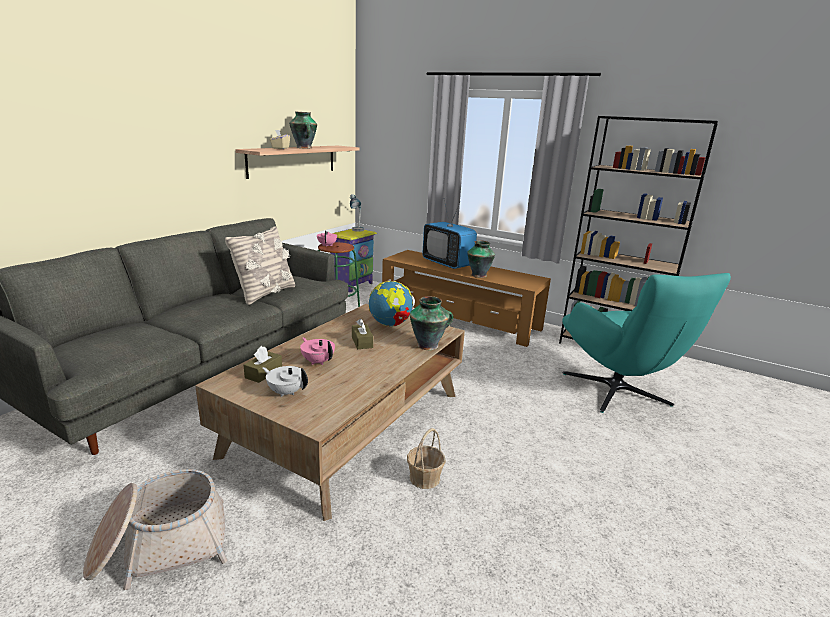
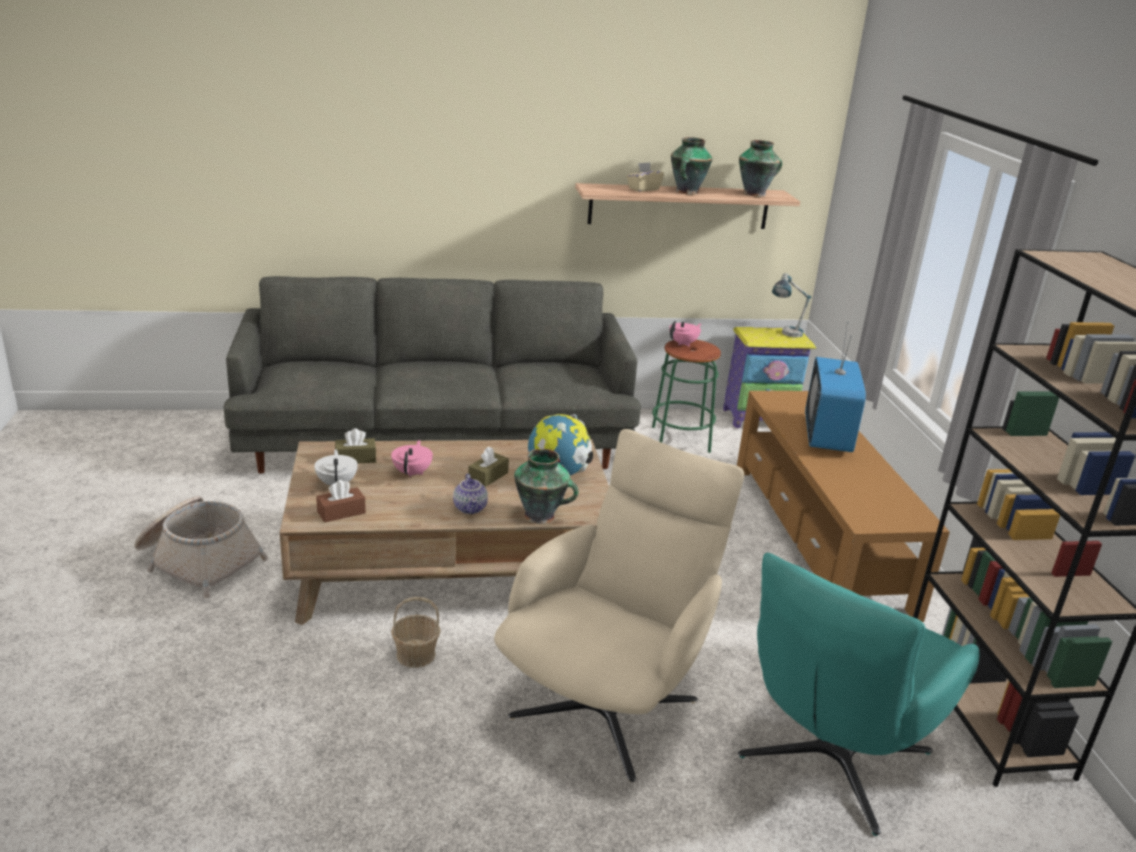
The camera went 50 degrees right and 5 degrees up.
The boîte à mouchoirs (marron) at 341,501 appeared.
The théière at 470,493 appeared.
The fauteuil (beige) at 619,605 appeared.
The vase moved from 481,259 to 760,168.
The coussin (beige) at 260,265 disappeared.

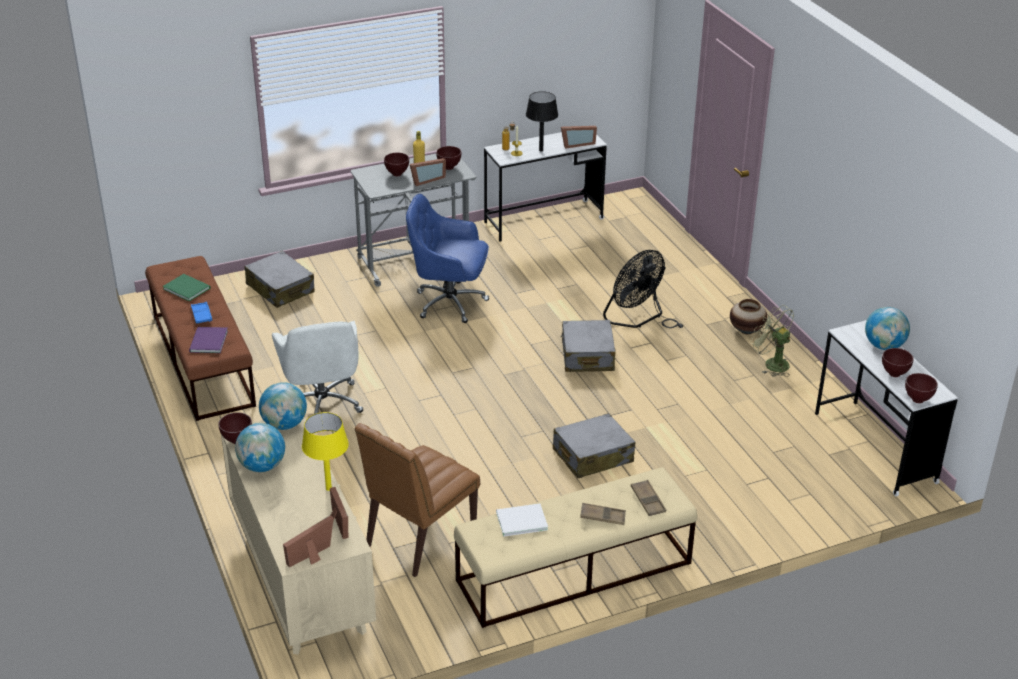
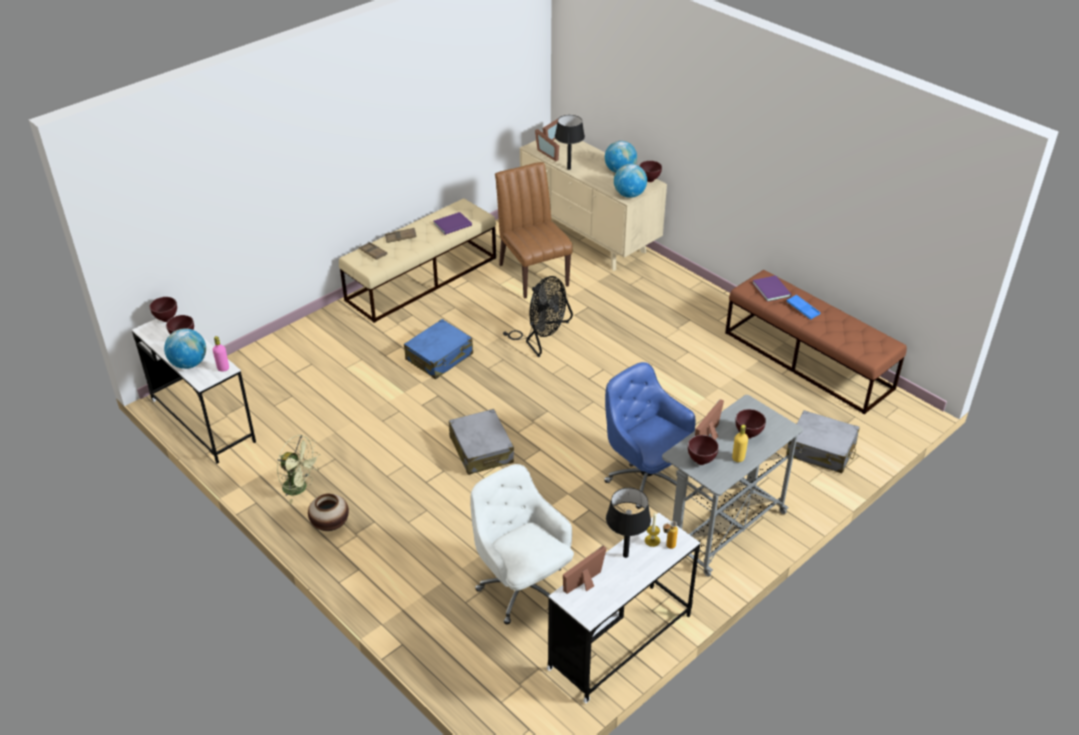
The camera went 160 degrees right and 5 degrees up.
The bouteille (rose) at 221,354 appeared.
The valise (gris) at 594,445 became the valise (bleu) at 438,349.
The livre (blanc) at 522,520 became the livre (violet) at 453,223.
The chaise de bureau (blanc) moved from 317,367 to 522,544.
The chaise (marron) at 417,500 turned 45 degrees counterclockwise.
The ventilateur (noir) moved from 643,289 to 538,316.
The lampe de table (jaune) at 325,451 became the lampe de table (noir) at 570,142.
The chaise de bureau (bleu) at 447,258 turned 120 degrees counterclockwise.
The livre (vert) at 187,287 disappeared.

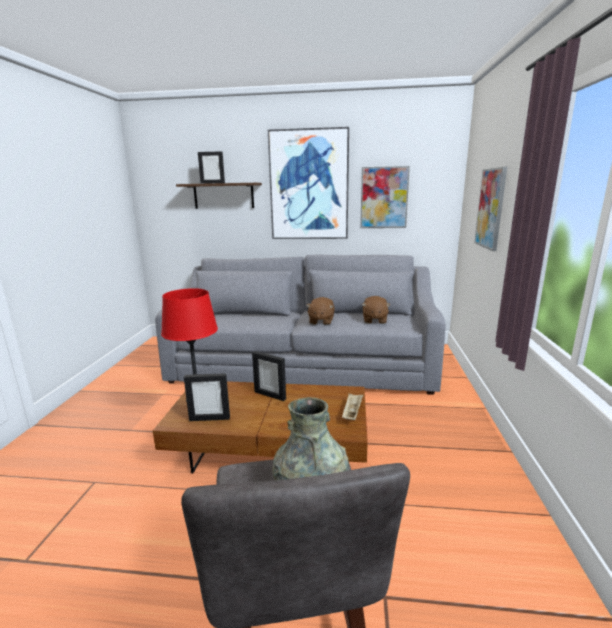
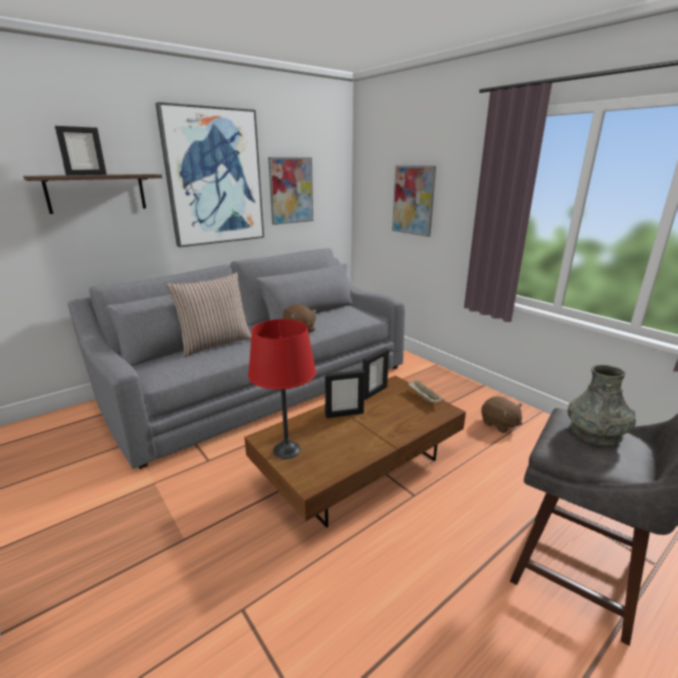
The camera went 45 degrees left and 5 degrees up.
The coussin at 208,315 appeared.
The cadre photo moved from 207,397 to 376,374.
The peluche (marron) moved from 376,310 to 501,414.

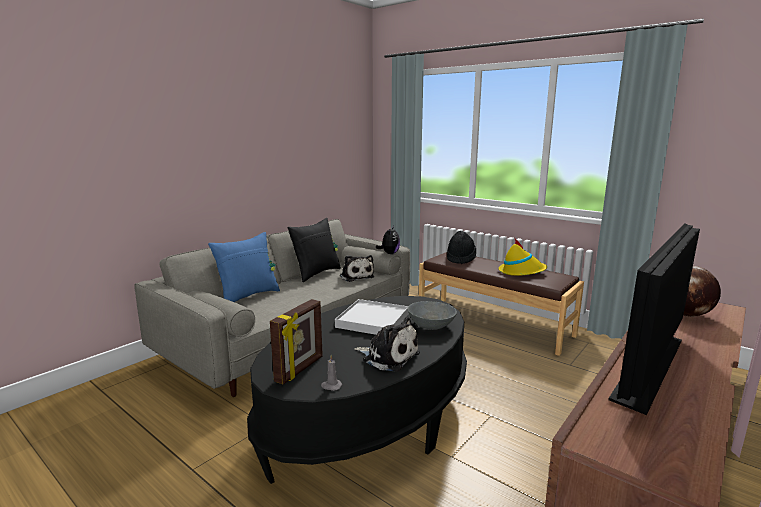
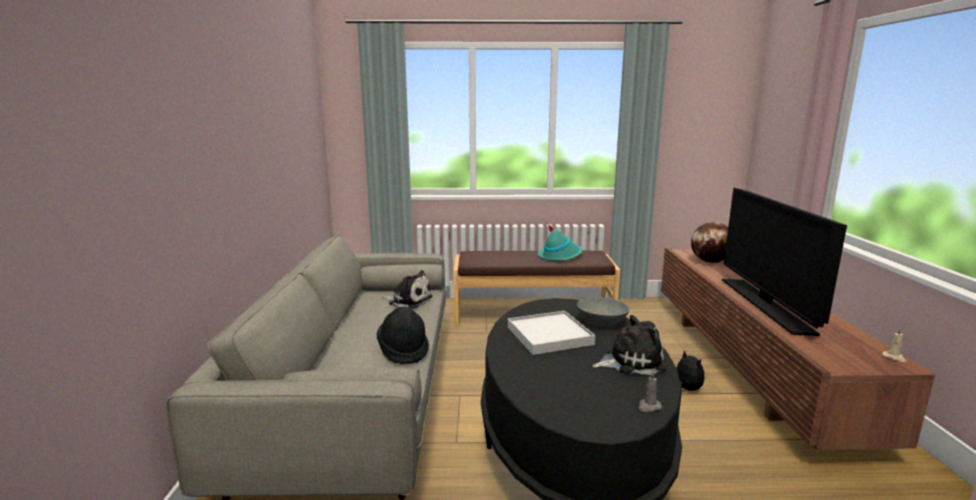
The camera went 40 degrees left and 0 degrees up.
The chapeau (noir) moved from 461,247 to 402,335.
The chapeau (jaune) at 523,257 became the chapeau (turquoise) at 560,242.
The peluche moved from 388,240 to 690,370.
The bougie (beige) at 894,345 appeared.
The coussin (bleu) at 244,267 disappeared.
The cadre photo at 296,341 disappeared.
The coussin (noir) at 314,250 disappeared.

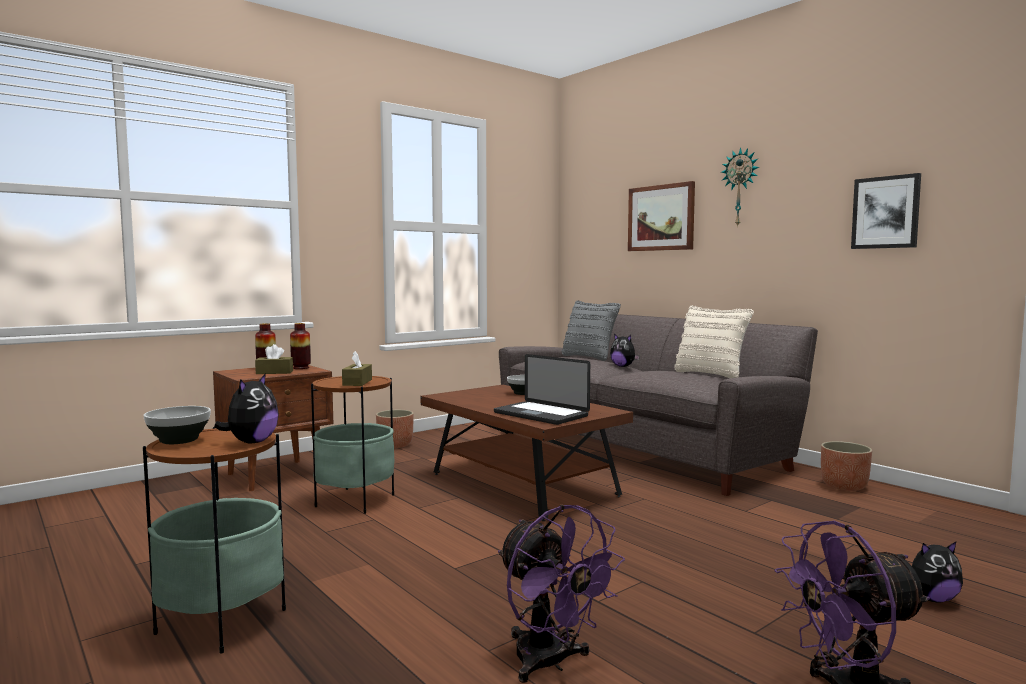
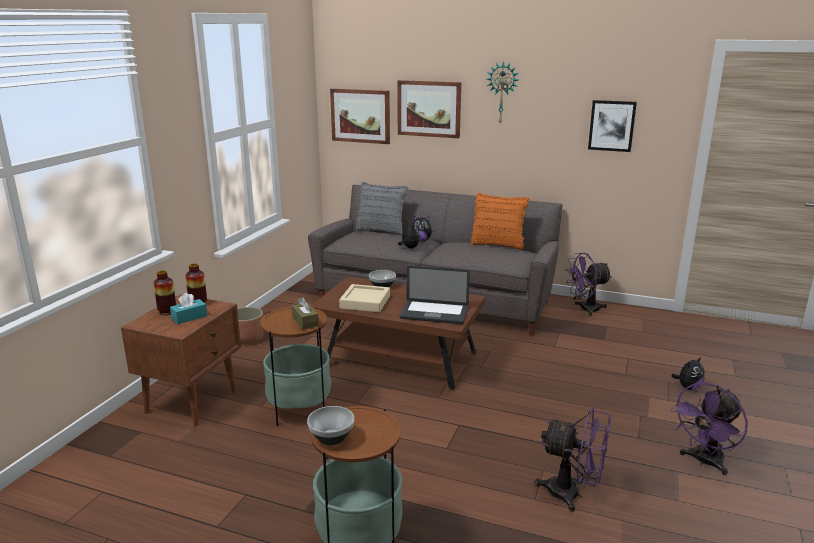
The camera went 30 degrees left and 15 degrees up.
The boîte à mouchoirs (marron) at 274,359 became the boîte à mouchoirs (turquoise) at 188,308.
The tableau at 360,116 appeared.
The plateau (beige) at 364,298 appeared.
The peluche moved from 246,408 to 409,234.
The coussin (beige) at 714,341 became the coussin (orange) at 500,221.
The cache-pot at 846,466 was replaced by the ventilateur (violet) at 588,284.

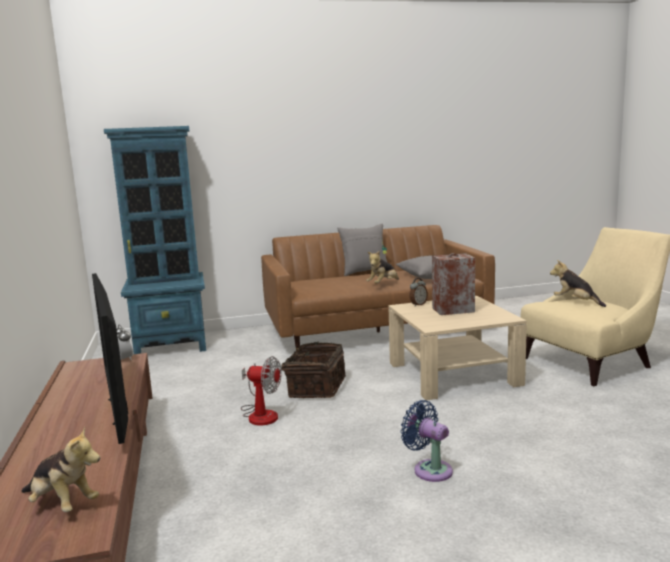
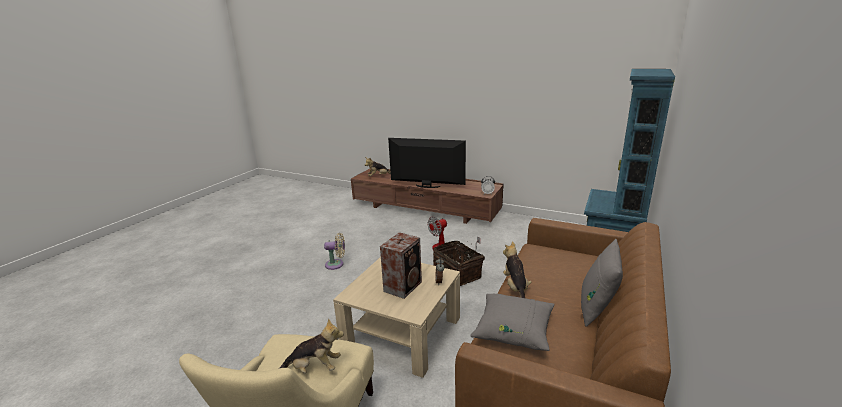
The camera went 130 degrees right and 10 degrees up.
The ventilateur (bleu) at 426,441 became the ventilateur (beige) at 334,251.

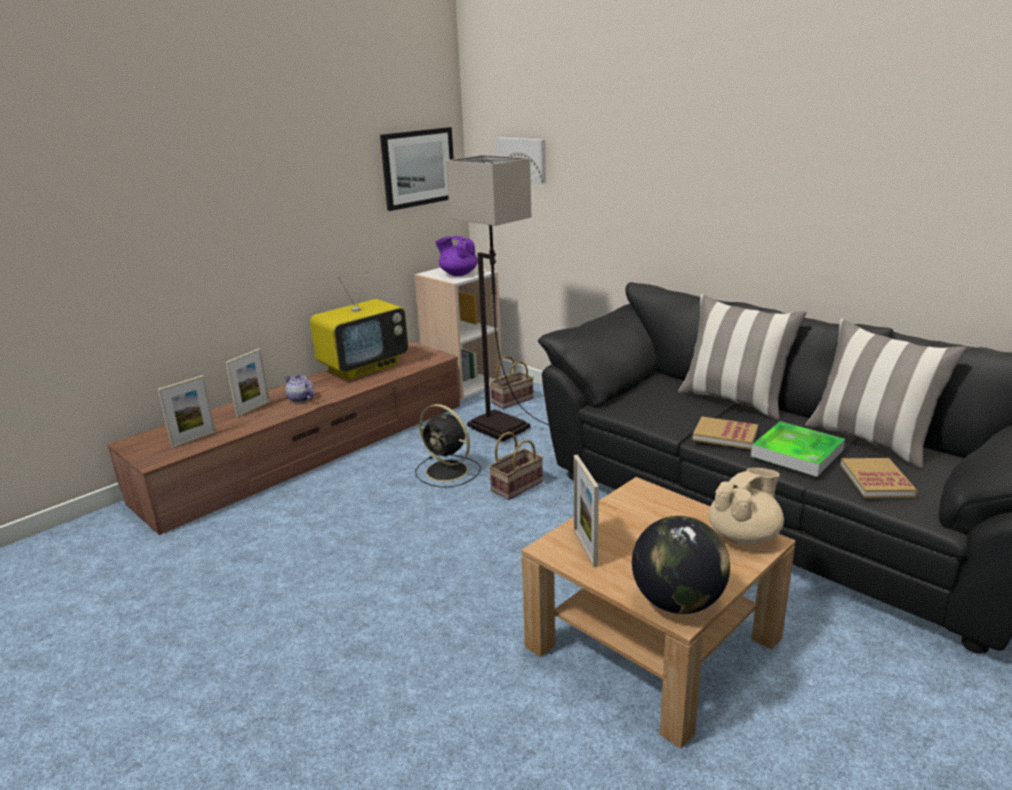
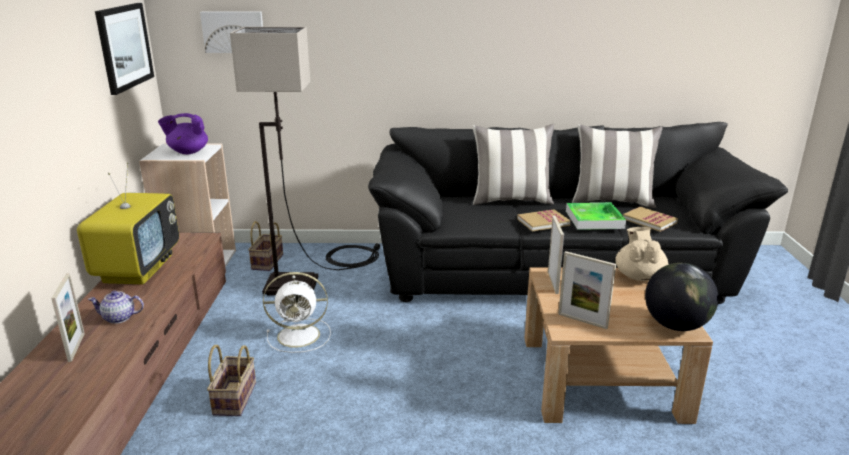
The camera went 45 degrees left and 0 degrees up.
The panier moved from 516,466 to 231,380.
The ventilateur (noir) at 448,446 became the ventilateur (blanc) at 297,312.
The cadre photo moved from 187,411 to 556,255.

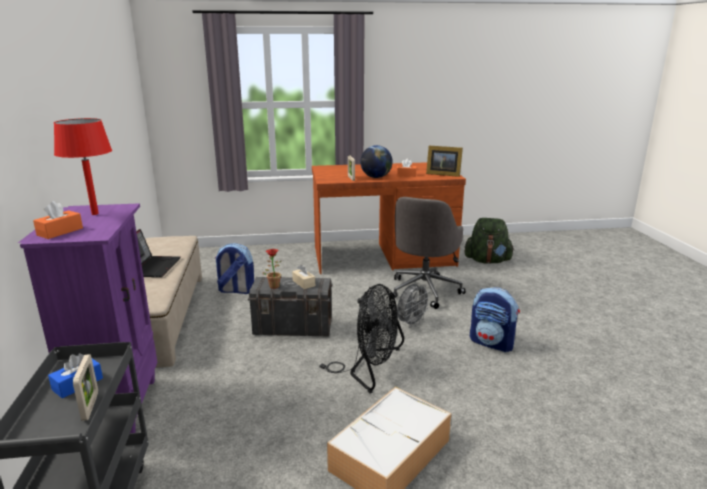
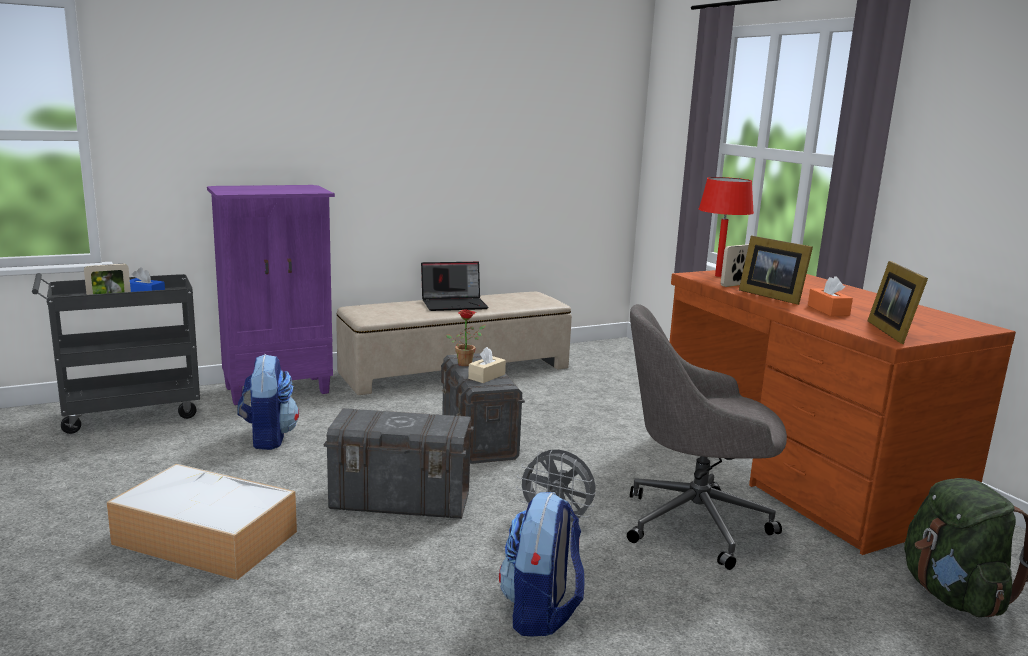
The camera went 70 degrees right and 5 degrees down.
The sac à dos moved from 234,268 to 268,402.
The ventilateur (noir) at 361,339 was replaced by the boîte de rangement (gris) at 399,463.
The lampe de table (rouge) moved from 83,166 to 726,227.
The globe at 376,161 was replaced by the cadre photo at 776,270.
The boîte à mouchoirs (orange) at 58,220 disappeared.

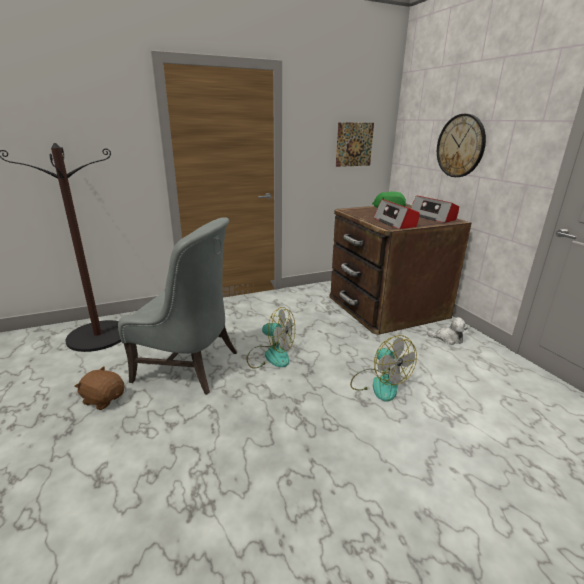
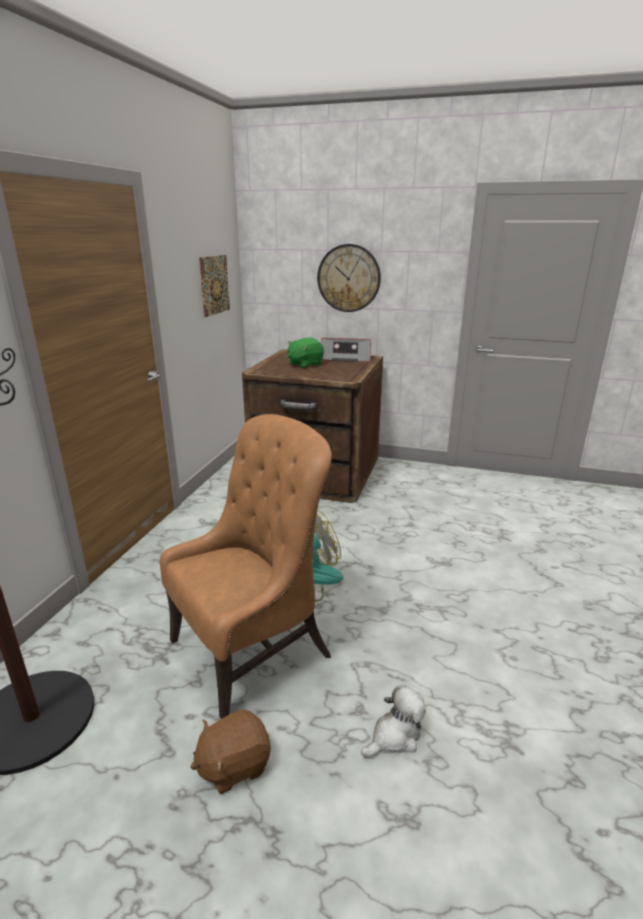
The camera went 50 degrees left and 0 degrees up.
The chaise (gris) at 177,306 became the chaise (marron) at 246,566.
The peluche moved from 447,331 to 393,722.
The ventilateur at 383,368 disappeared.
The radio at 396,214 disappeared.

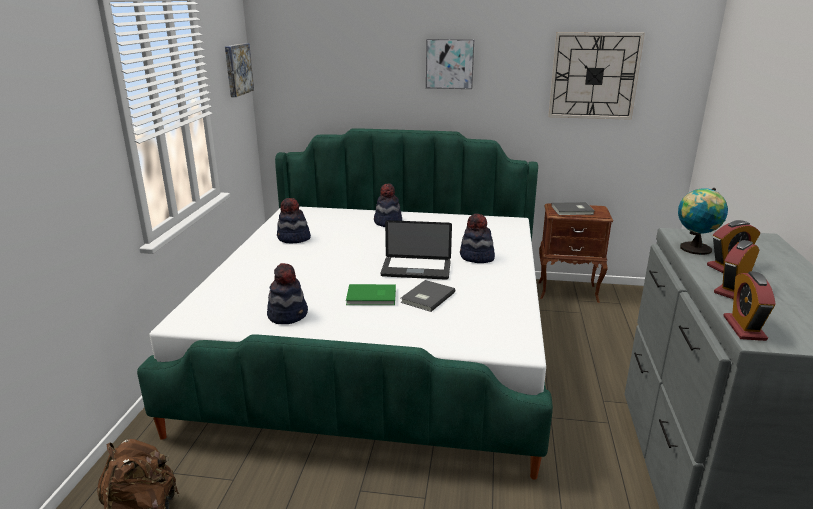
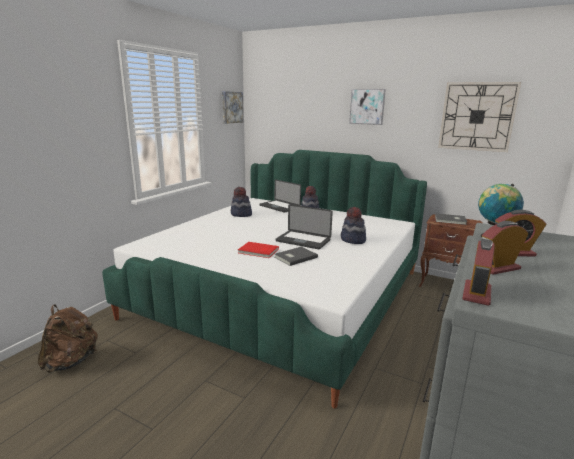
The camera went 20 degrees right and 5 degrees down.
The livre (vert) at 371,294 became the livre (rouge) at 258,250.
The ordinateur portable at 280,196 appeared.
The chapeau at 287,293 disappeared.

